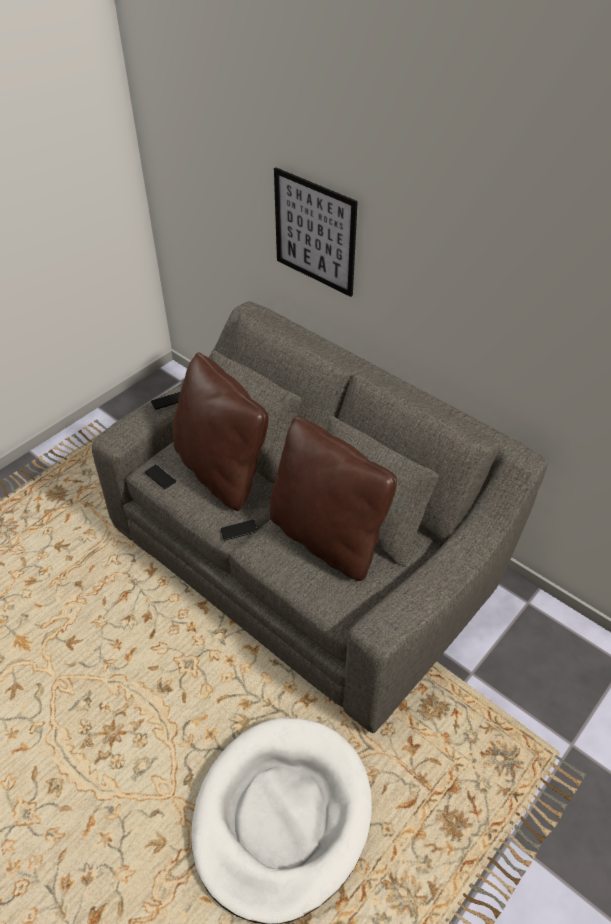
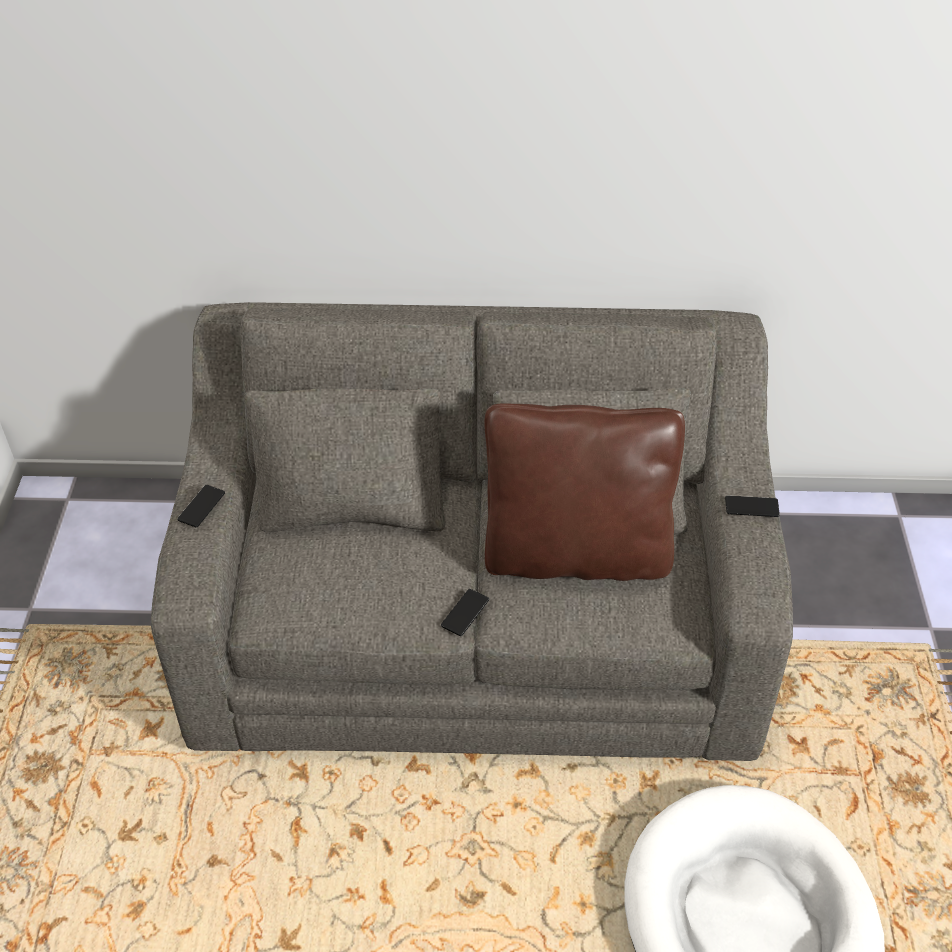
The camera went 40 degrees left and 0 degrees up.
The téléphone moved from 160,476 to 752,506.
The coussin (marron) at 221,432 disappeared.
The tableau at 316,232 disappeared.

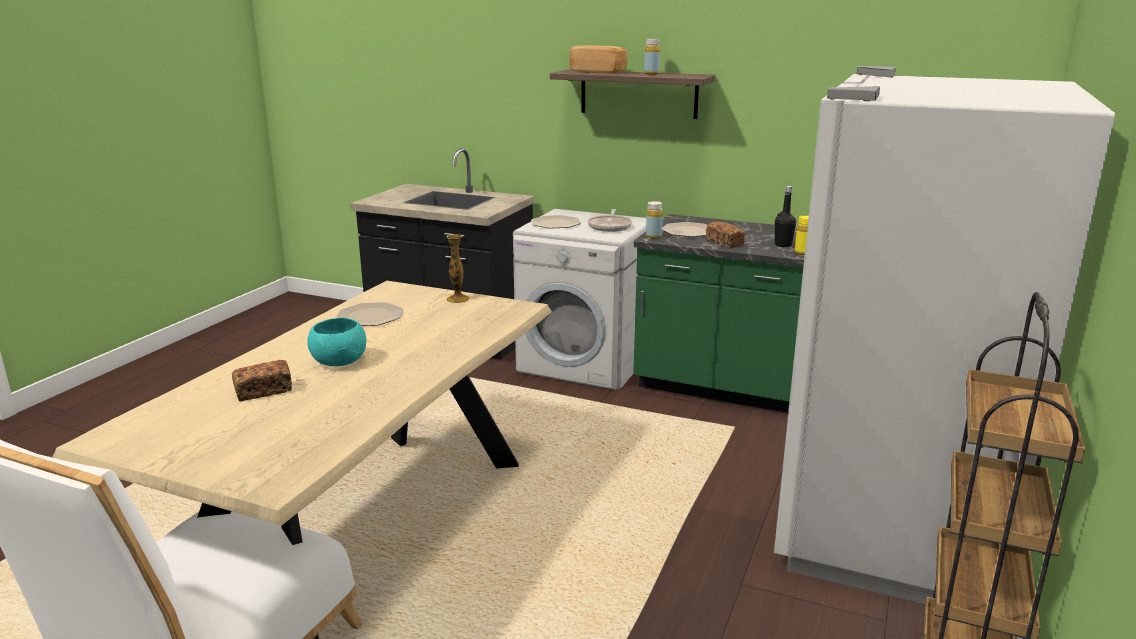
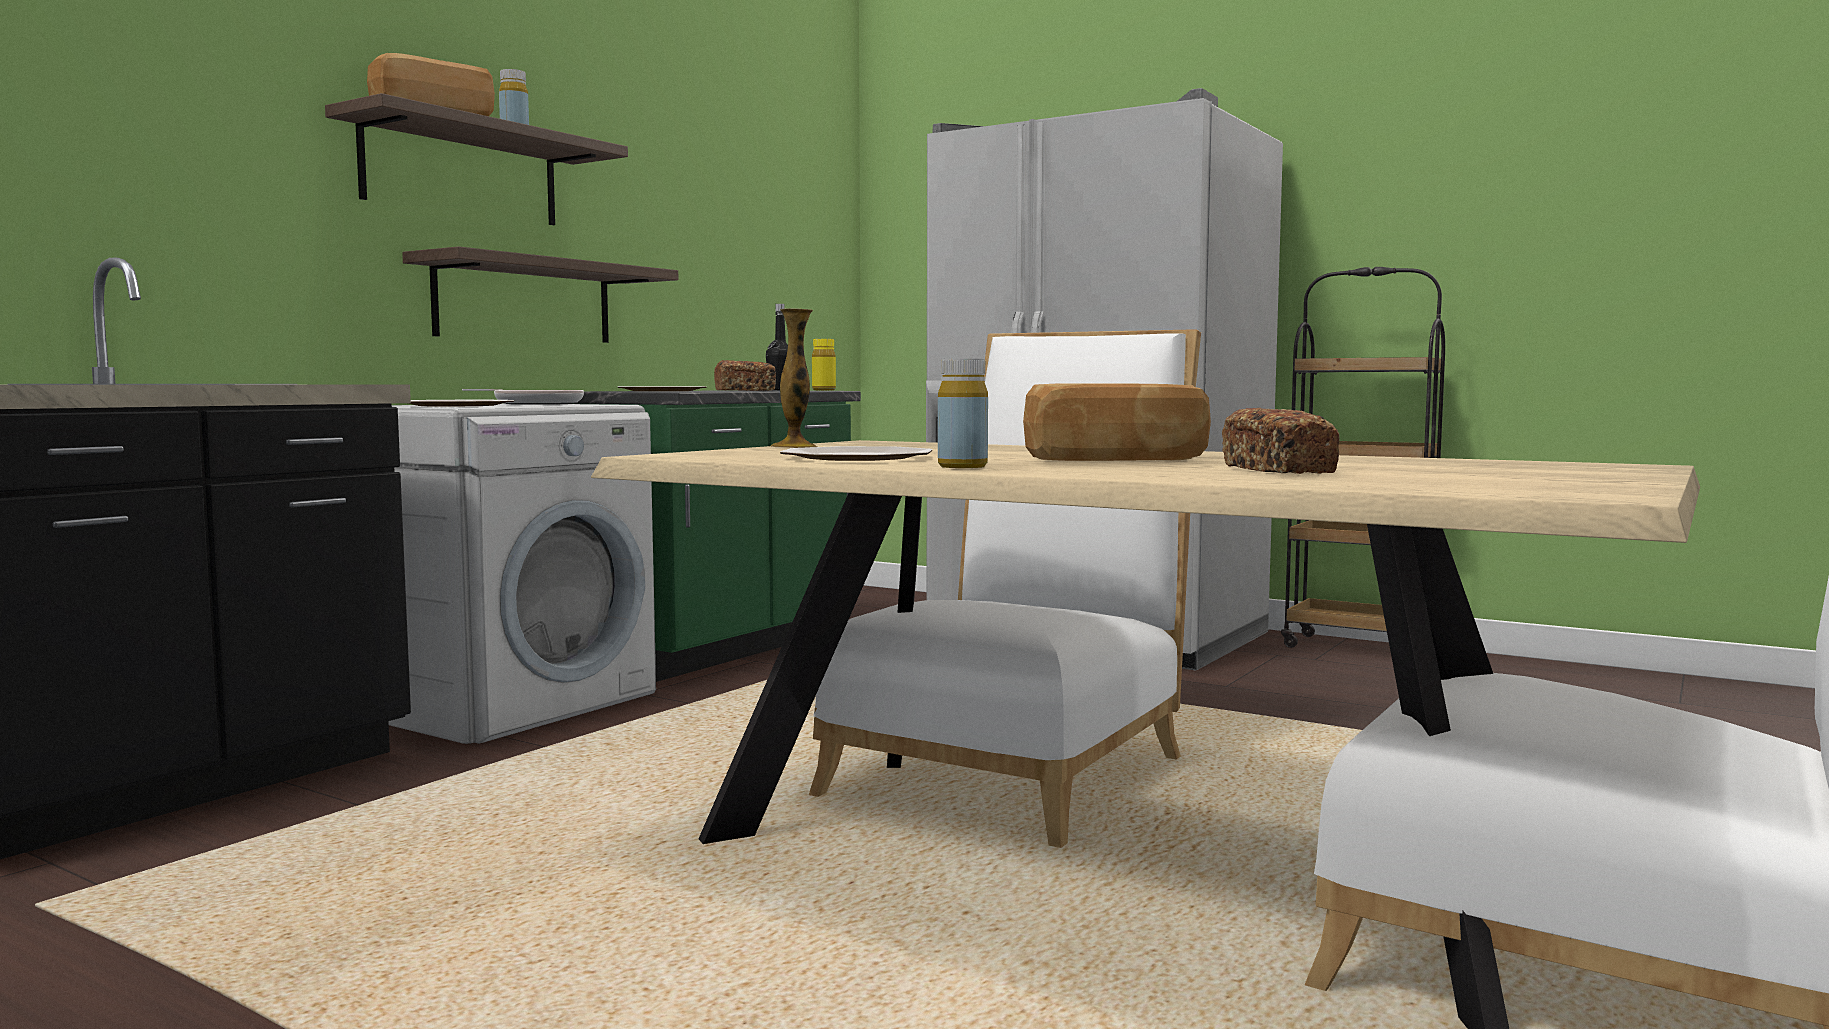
The camera went 80 degrees left and 15 degrees down.
The étagère at 540,294 appeared.
The chaise (blanc) at 1005,588 appeared.
The bouteille (jaune) moved from 654,220 to 963,413.
The bol (turquoise) at 336,342 was replaced by the pain at 1117,422.

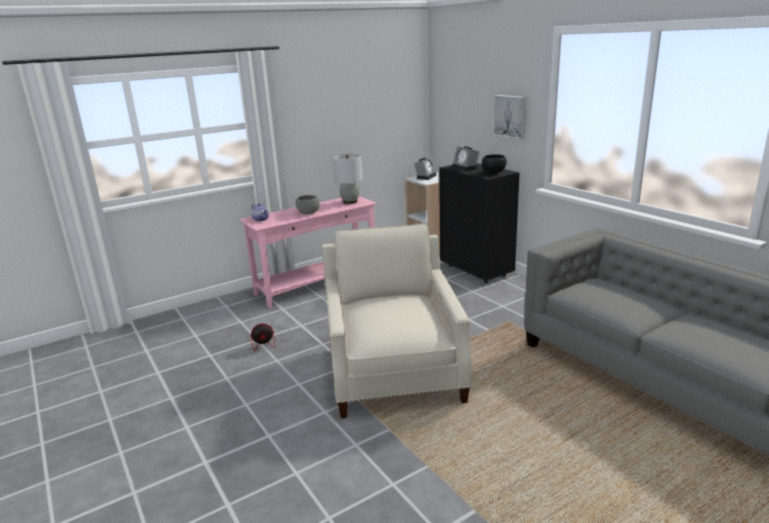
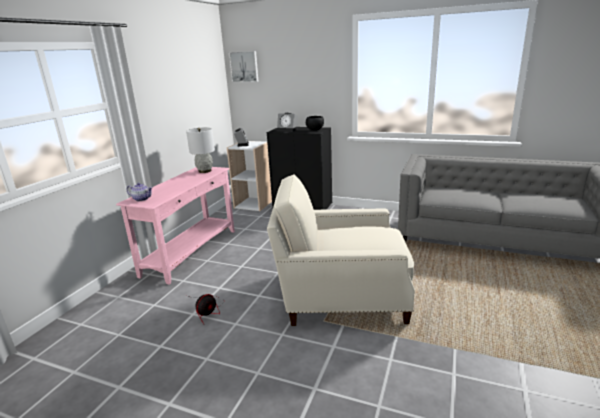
The camera went 35 degrees left and 0 degrees up.
The tableau moved from 510,117 to 244,66.
The fauteuil (beige) at 397,321 turned 45 degrees counterclockwise.
The bol (gris) at 307,204 disappeared.

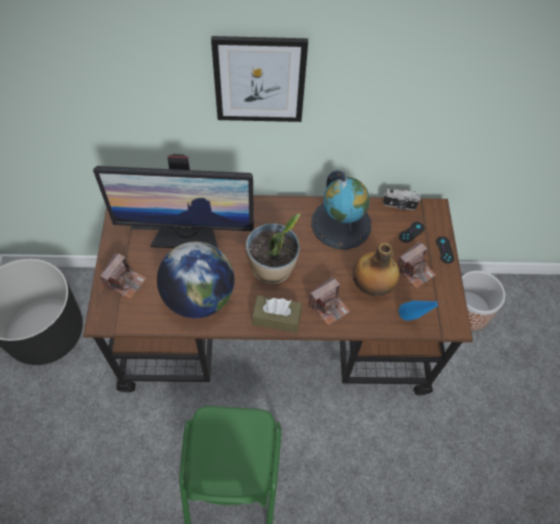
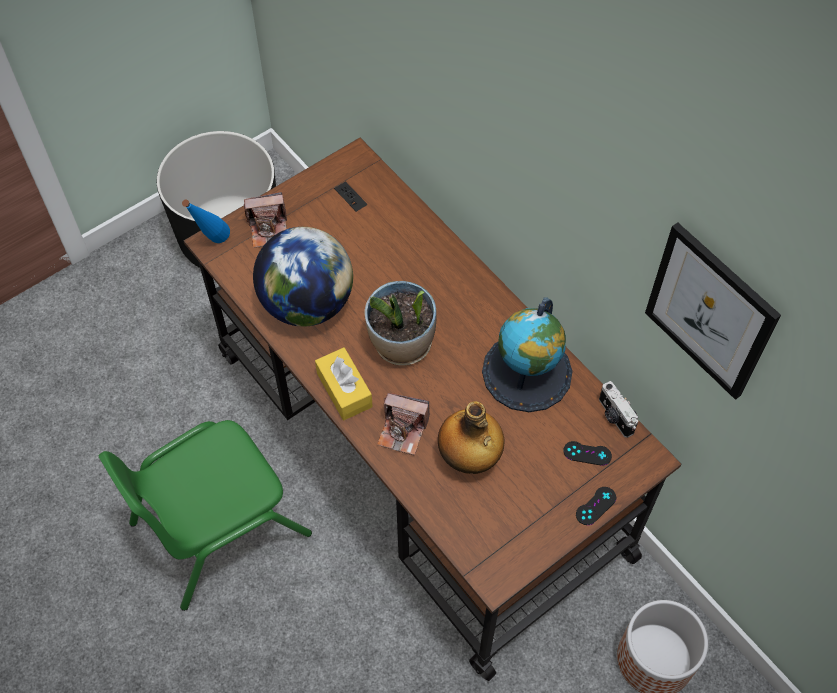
The camera went 55 degrees right and 0 degrees up.
The bouteille (bleu) moved from 421,310 to 206,221.
The boîte à mouchoirs (marron) at 277,314 became the boîte à mouchoirs (jaune) at 344,383.
The tableau moved from 259,79 to 713,311.
The écran d'ordinateur at 173,201 disappeared.
The appareil photo at 416,264 disappeared.

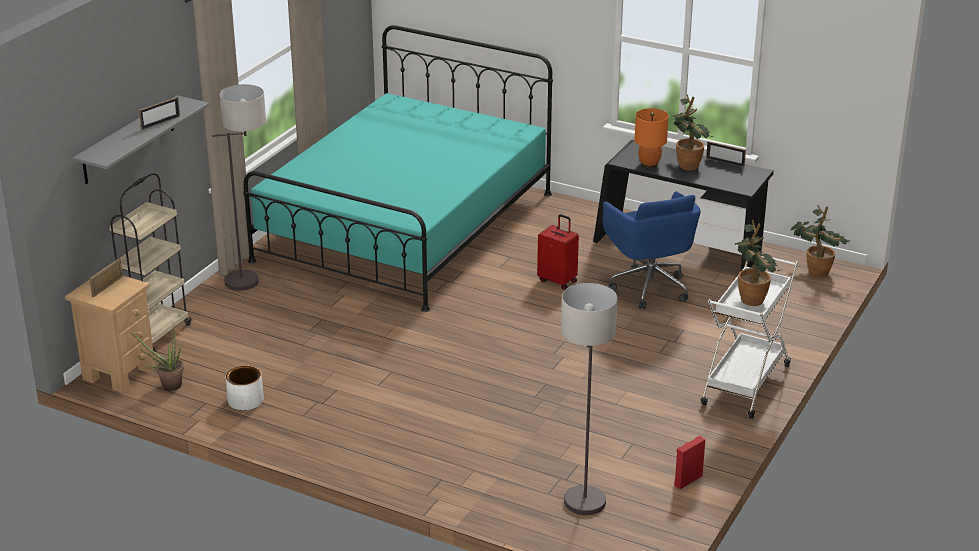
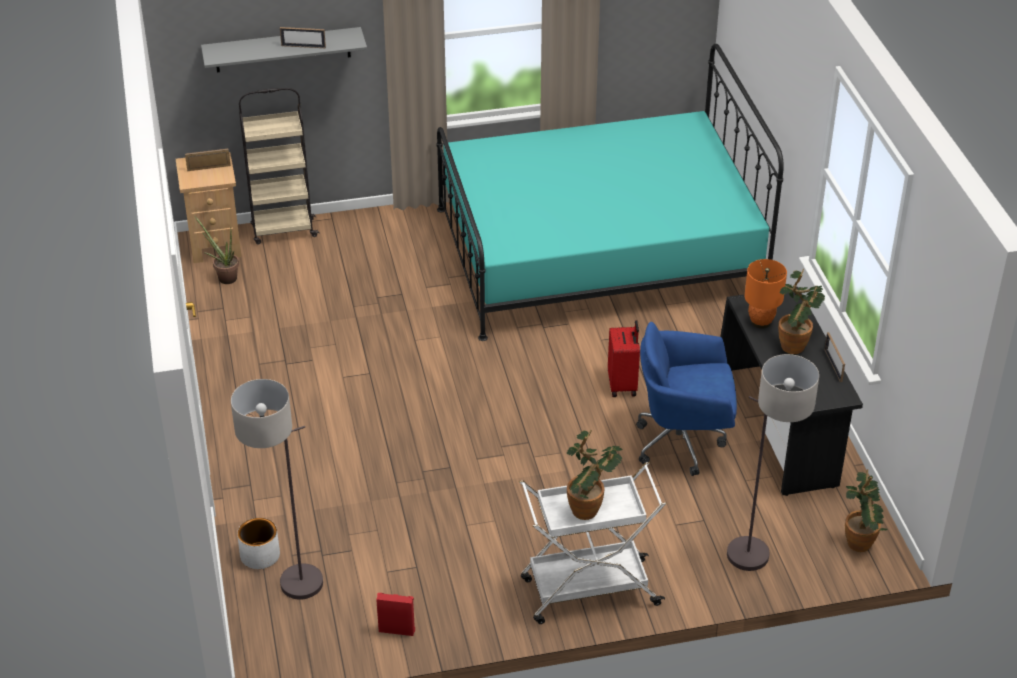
The camera went 50 degrees right and 10 degrees up.
The cache-pot (blanc) moved from 245,388 to 258,543.
The chaise de bureau (bleu) at 652,250 turned 60 degrees clockwise.
The lampadaire (gris) moved from 239,187 to 773,462.

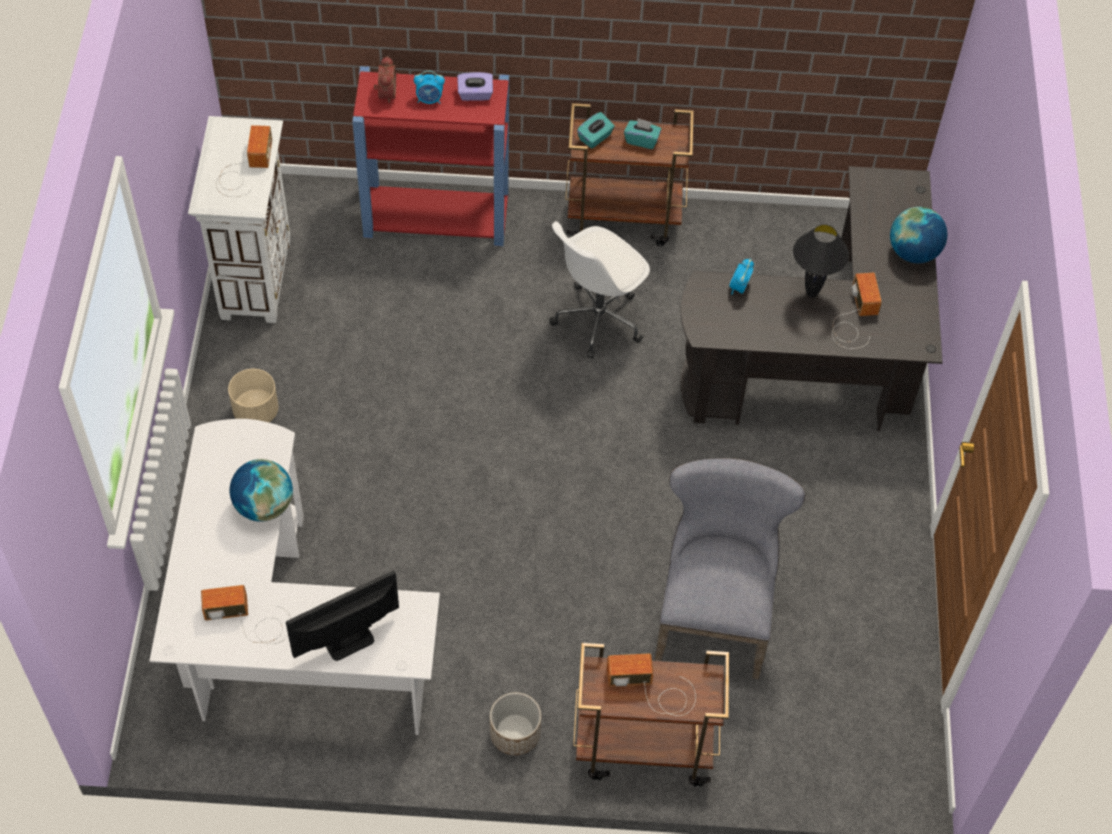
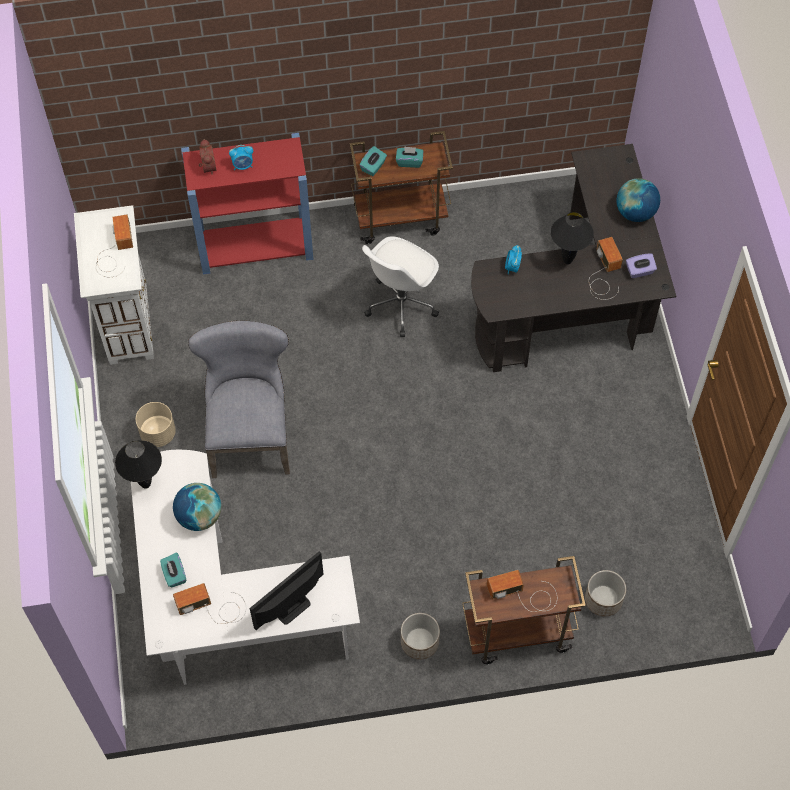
The camera went 10 degrees left and 5 degrees up.
The lampe de table (noir) at 138,464 appeared.
The boîte à mouchoirs (turquoise) at 173,570 appeared.
The chaise (gris) moved from 730,568 to 239,399.
The cache-pot at 605,593 appeared.
The boîte à mouchoirs (violet) moved from 475,86 to 641,265.

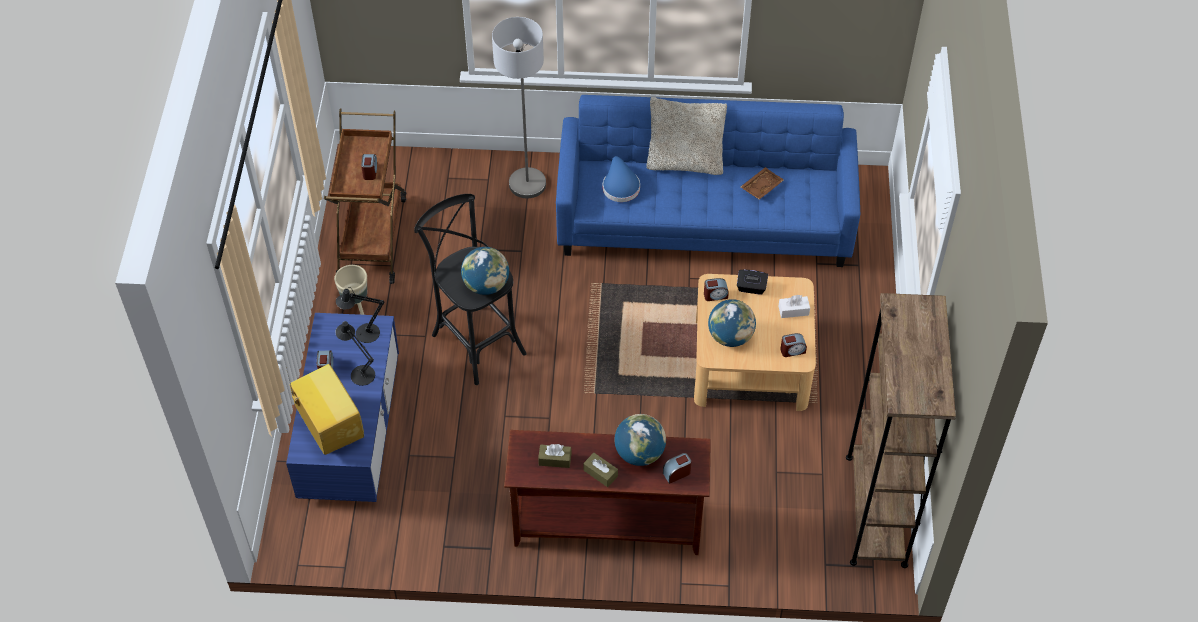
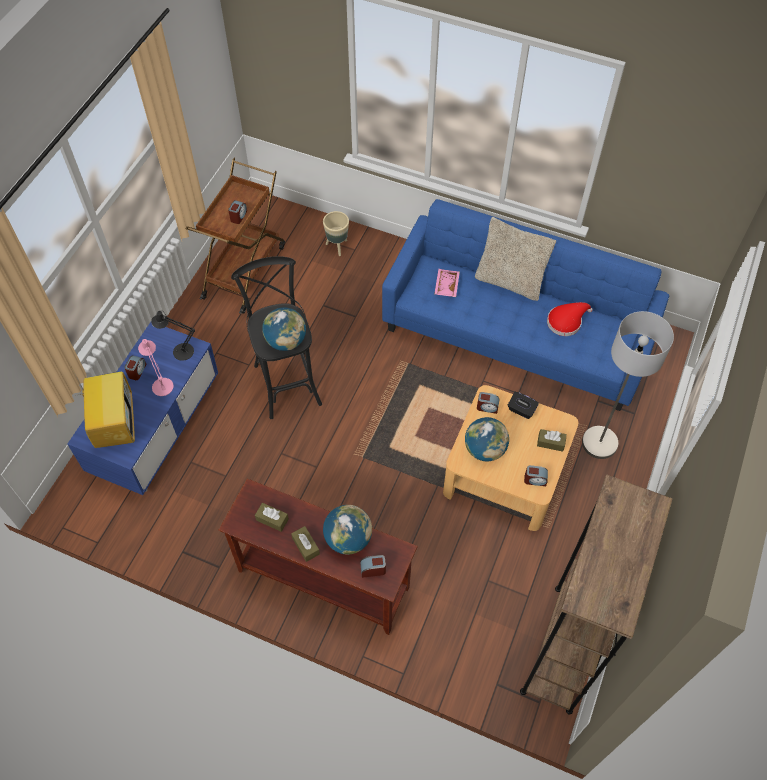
The camera went 20 degrees right and 5 degrees up.
The lampe de table (noir) at 355,353 became the lampe de table (rose) at 156,367.
The cache-pot (beige) moved from 350,290 to 336,233.
The chapeau (bleu) at 621,179 was replaced by the plateau (rose) at 447,283.
The boîte à mouchoirs (blanc) at 794,306 became the boîte à mouchoirs (marron) at 552,440.
The plateau (marron) at 762,183 was replaced by the chapeau (rouge) at 570,319.
The lampadaire (gris) moved from 519,107 to 628,385.

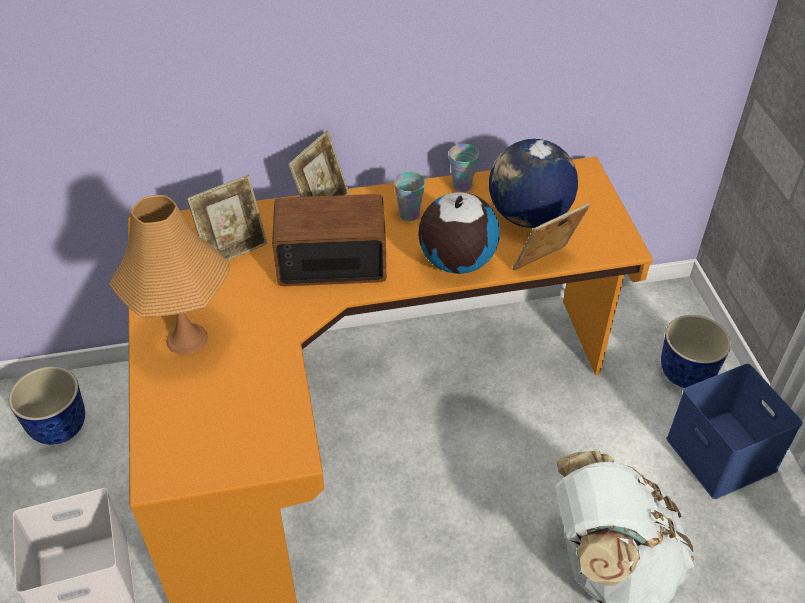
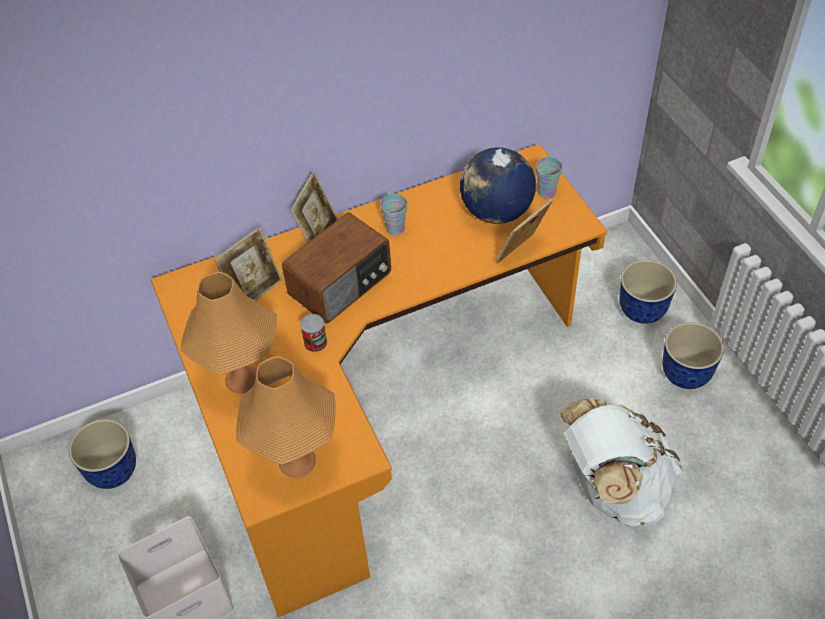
The camera went 10 degrees left and 5 degrees up.
The lampe de table (orange) at 286,417 appeared.
The radio at 329,240 turned 150 degrees clockwise.
The boîte métallique at 313,333 appeared.
The tasse moved from 464,168 to 549,178.
The boîte de rangement (bleu) at 734,431 was replaced by the cache-pot at 693,355.
The globe at 459,233 disappeared.

